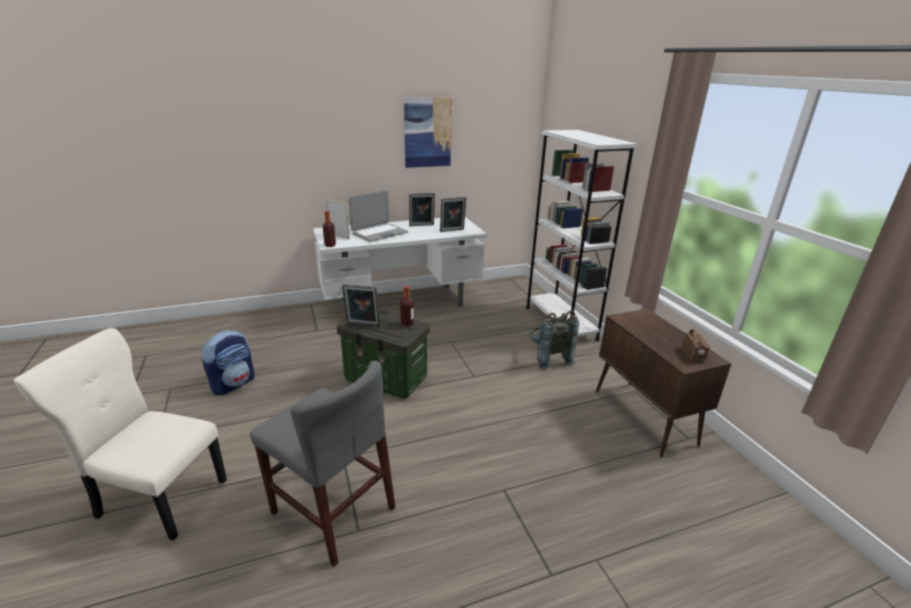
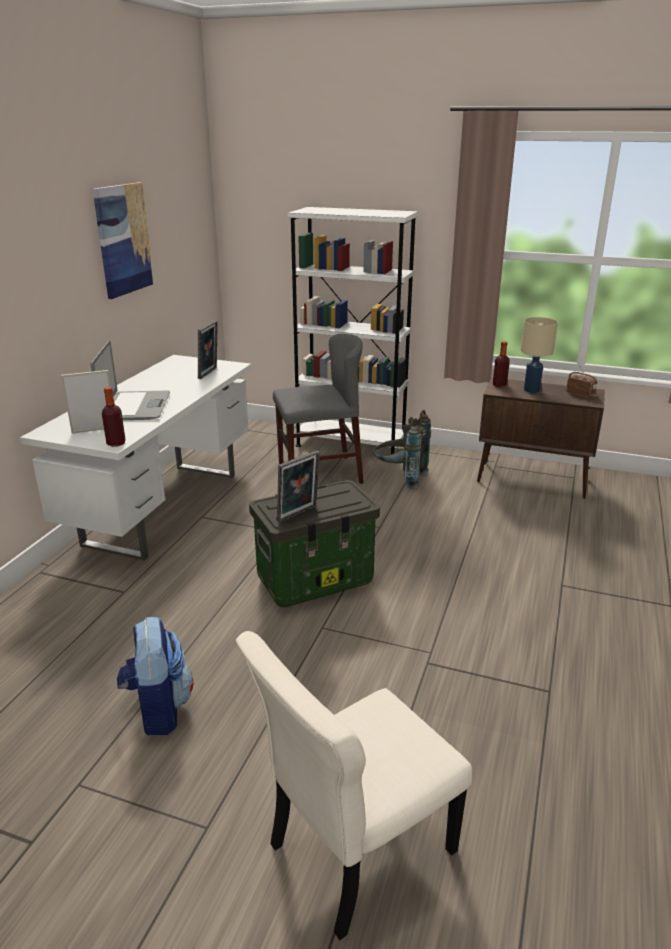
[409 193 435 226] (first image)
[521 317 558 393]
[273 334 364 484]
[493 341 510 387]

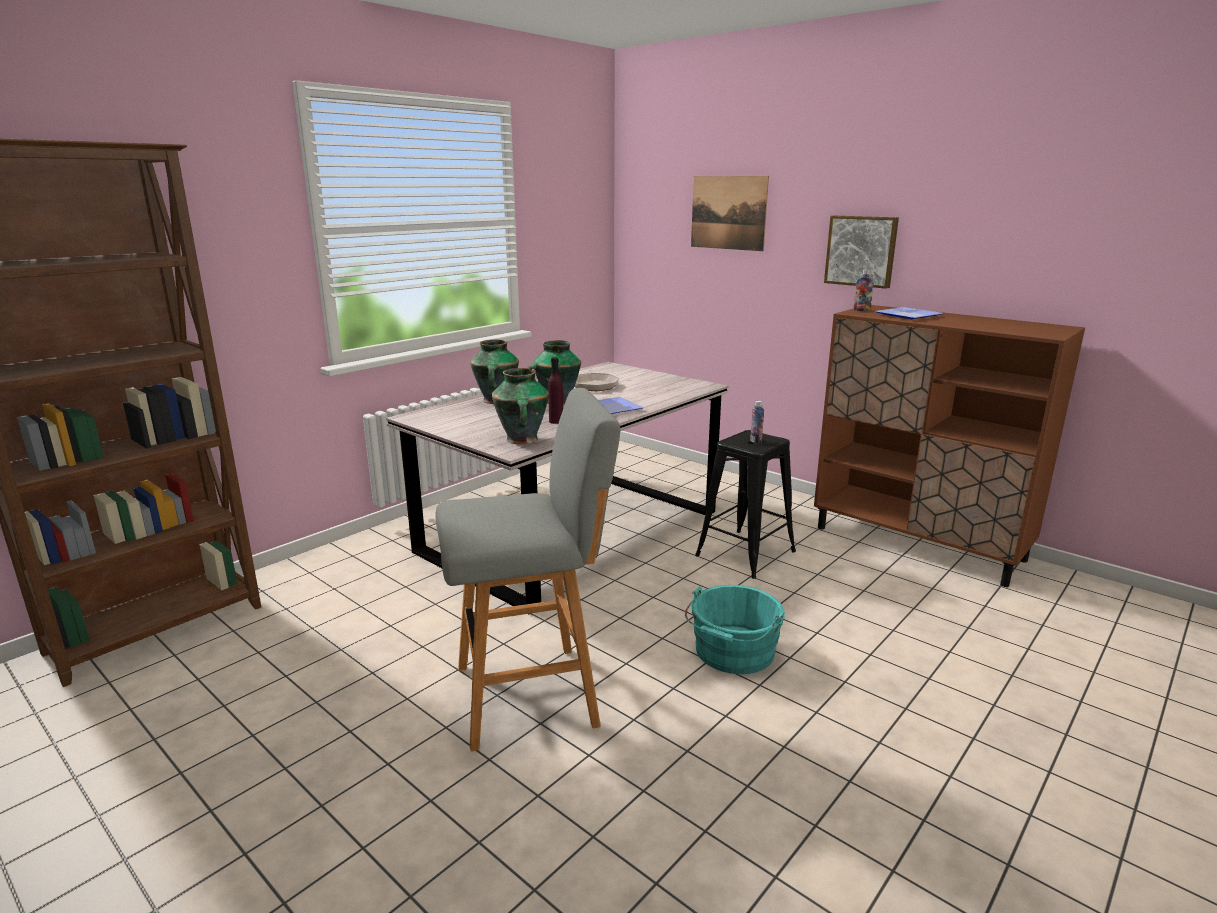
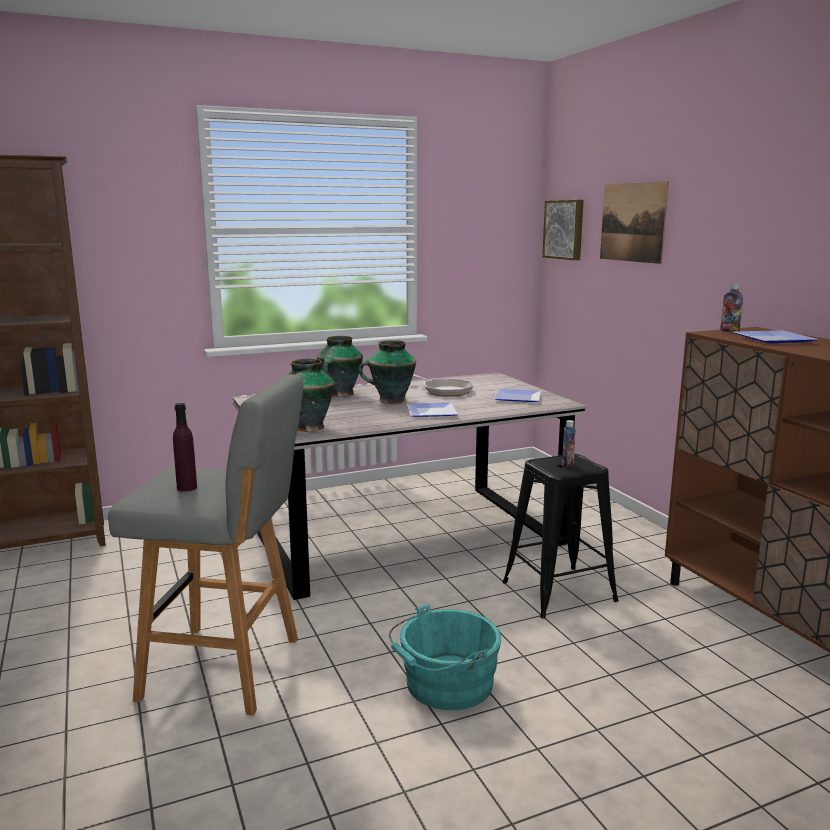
[495 389 541 402]
[173 403 197 492]
[542 200 584 260]

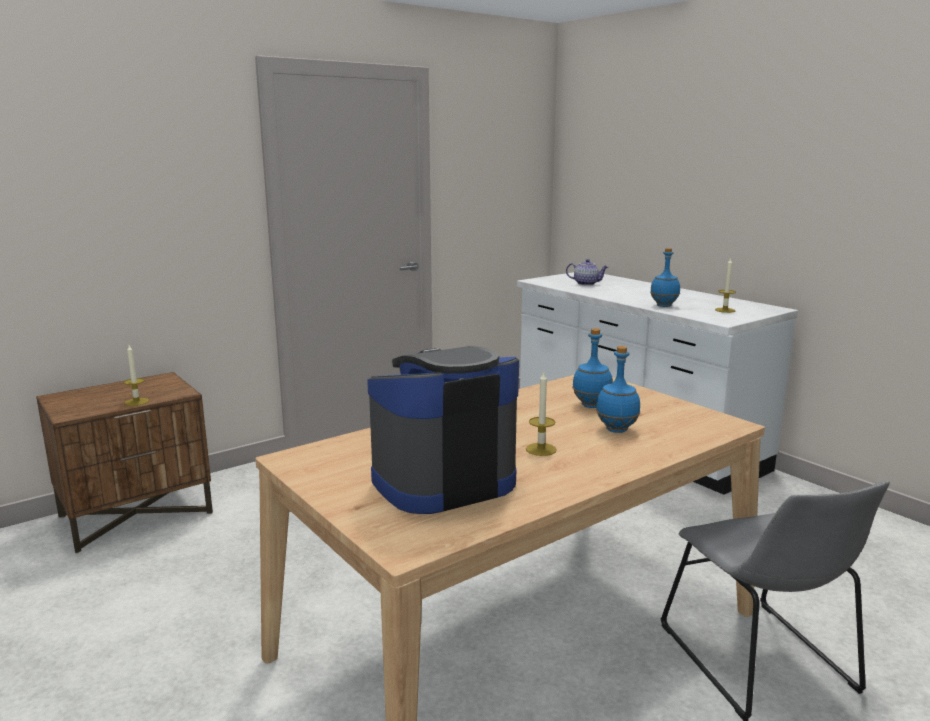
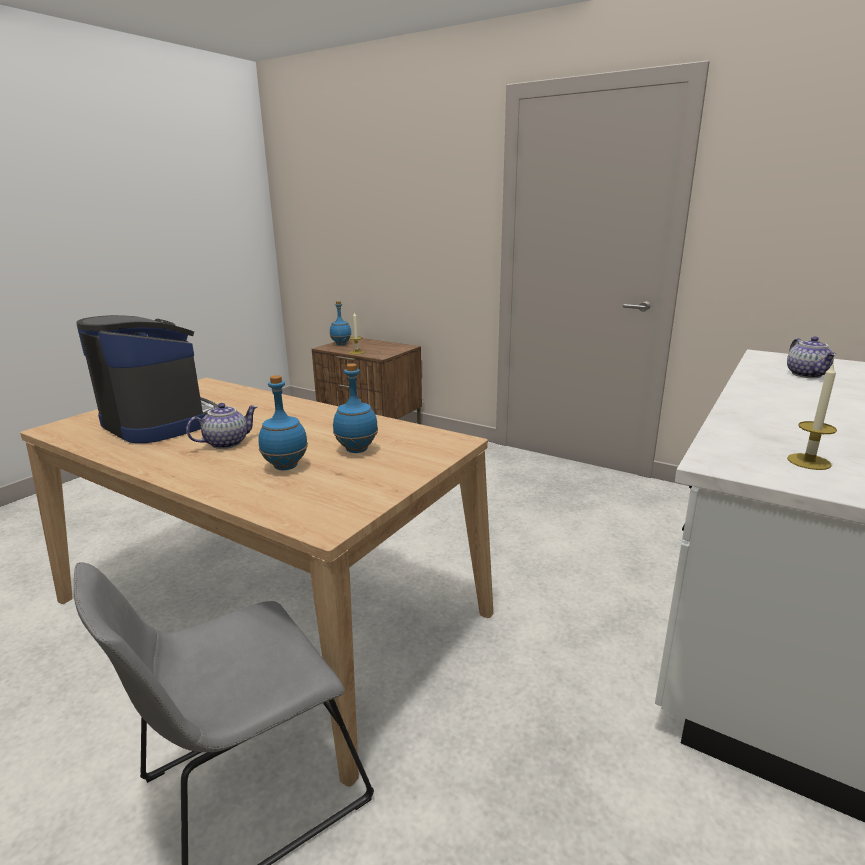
[330 301 352 345]
[186 403 257 449]

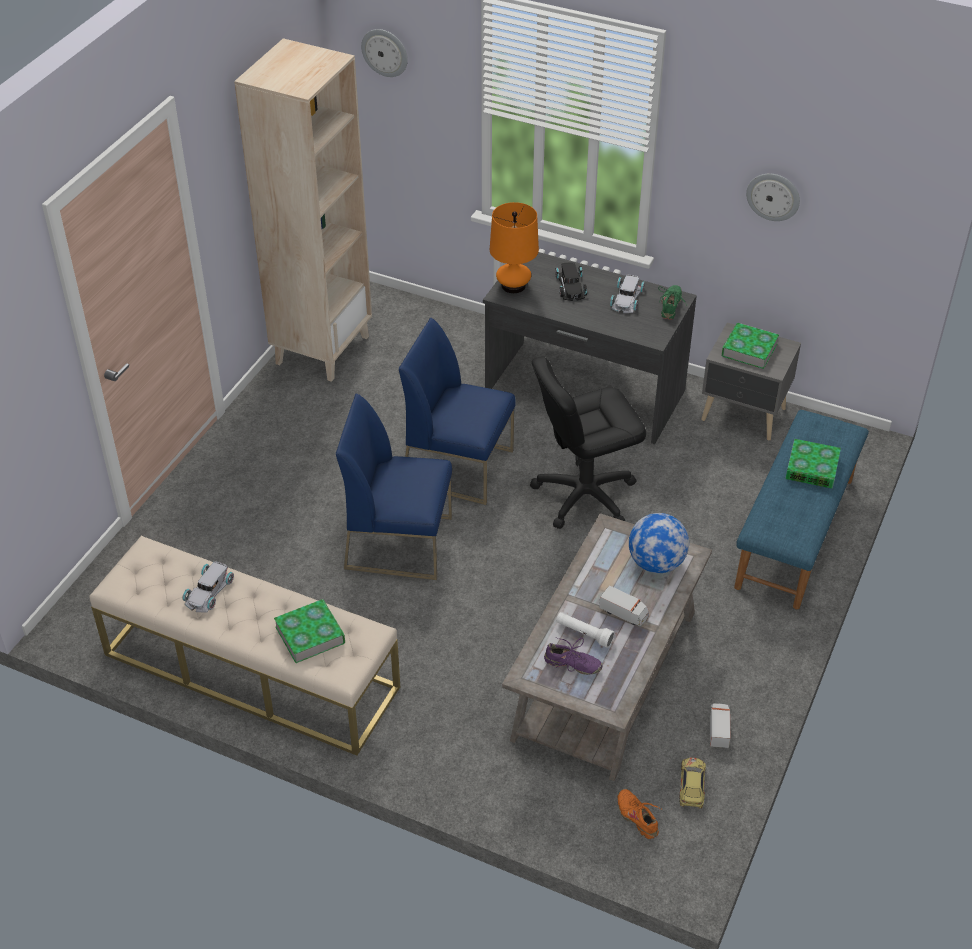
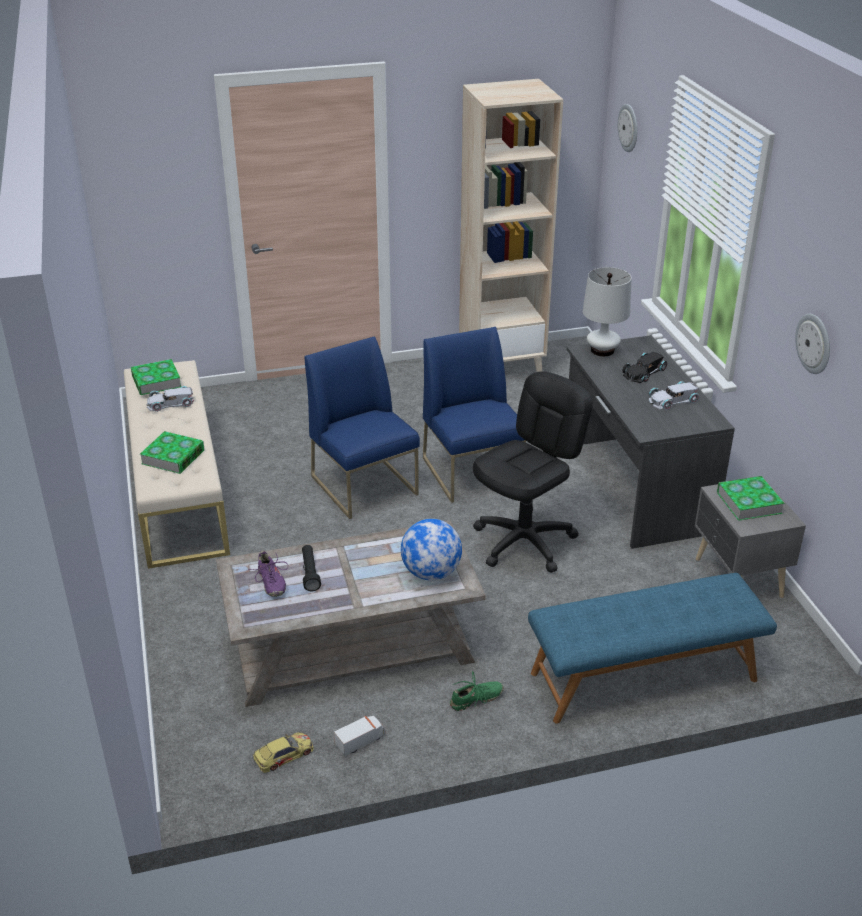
[599 585 649 627] (first image)
[618 789 661 839] (first image)
[450 671 504 711]
[131 359 182 395]
[583 267 632 356]
[302 545 321 591]
[473 371 593 573]

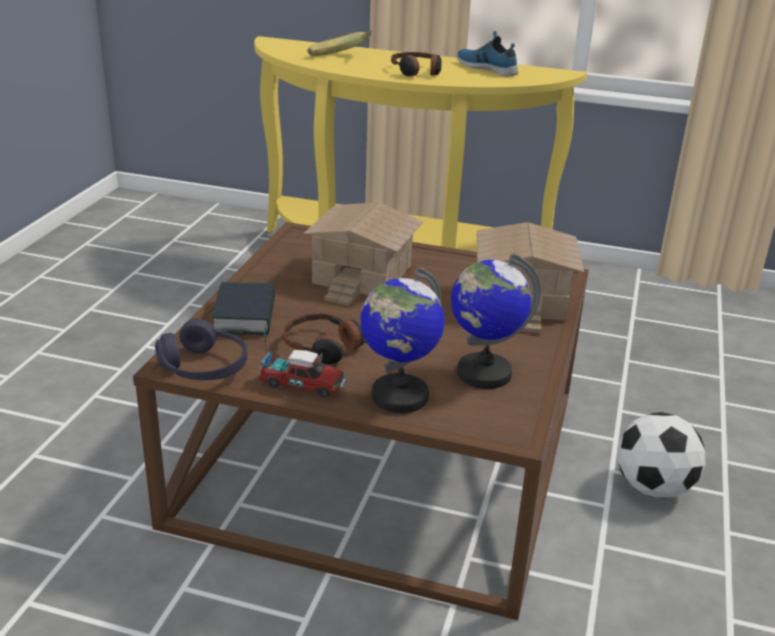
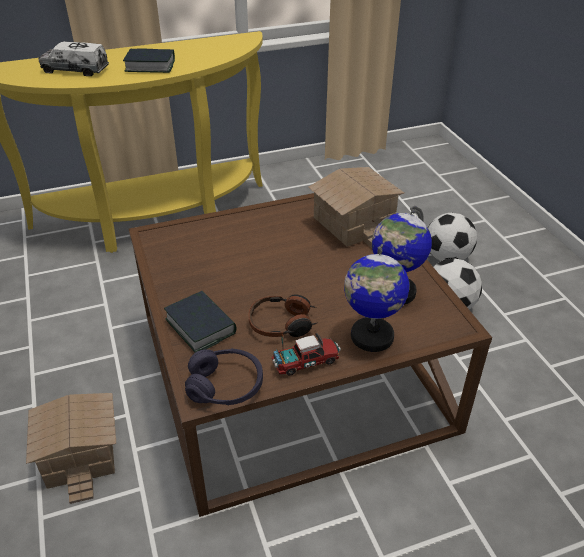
[457 31 518 76] (first image)
[428 213 477 261]
[26 393 116 504]
[38 41 109 76]
[123 48 175 73]

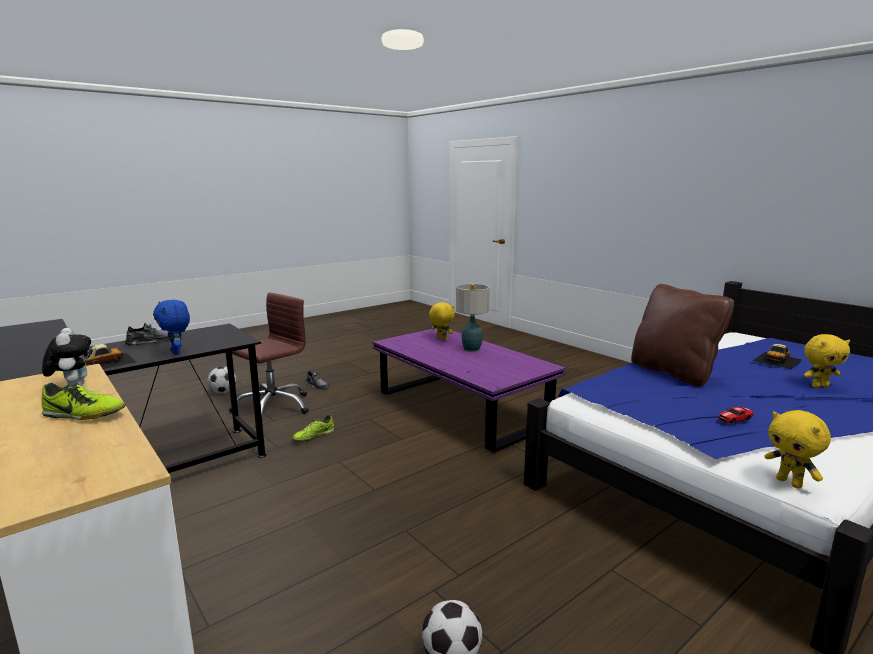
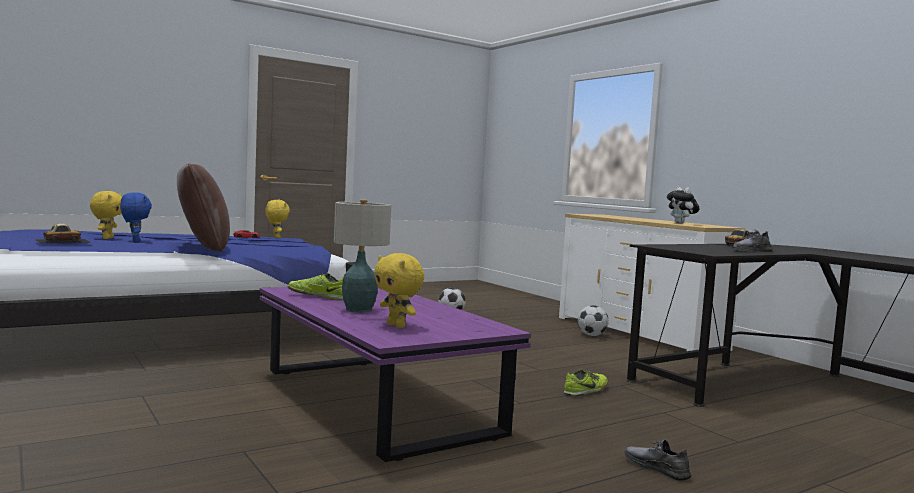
[229 292 309 417] (first image)
[288 273 344 300]
[120 192 152 243]
[578 305 609 336]
[90 191 122 239]

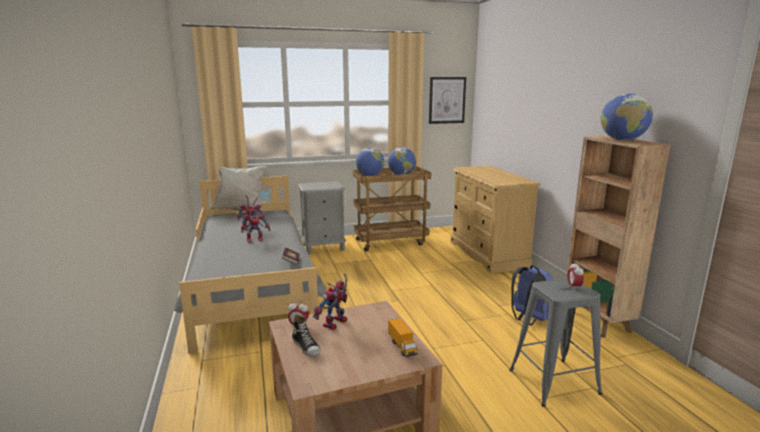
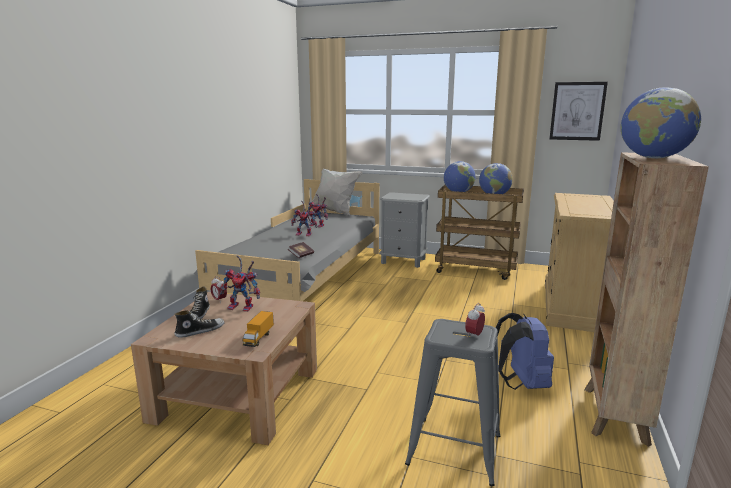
[175 310 225 338]
[220 255 260 312]

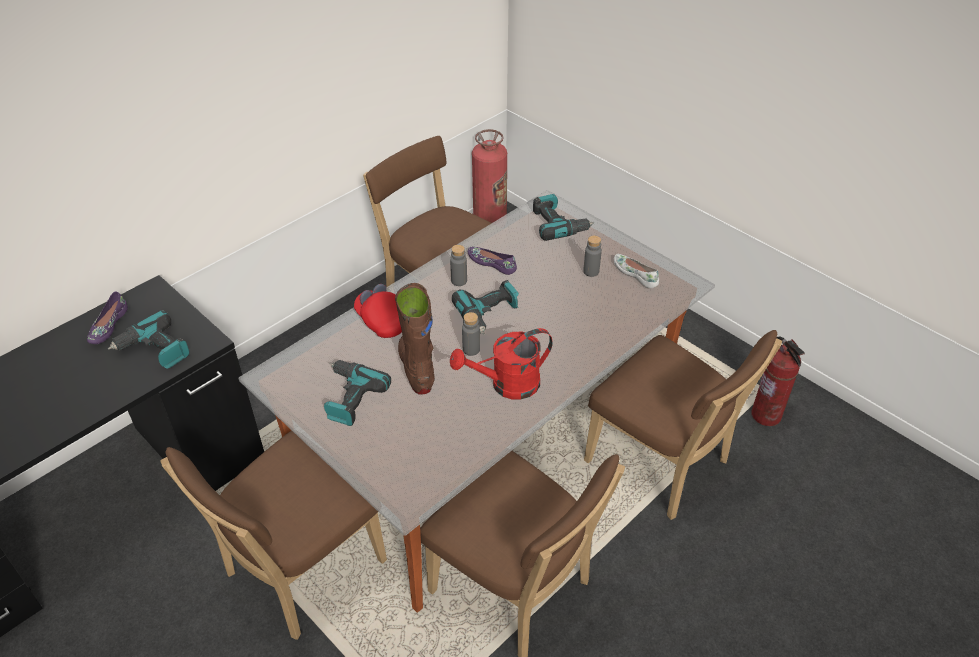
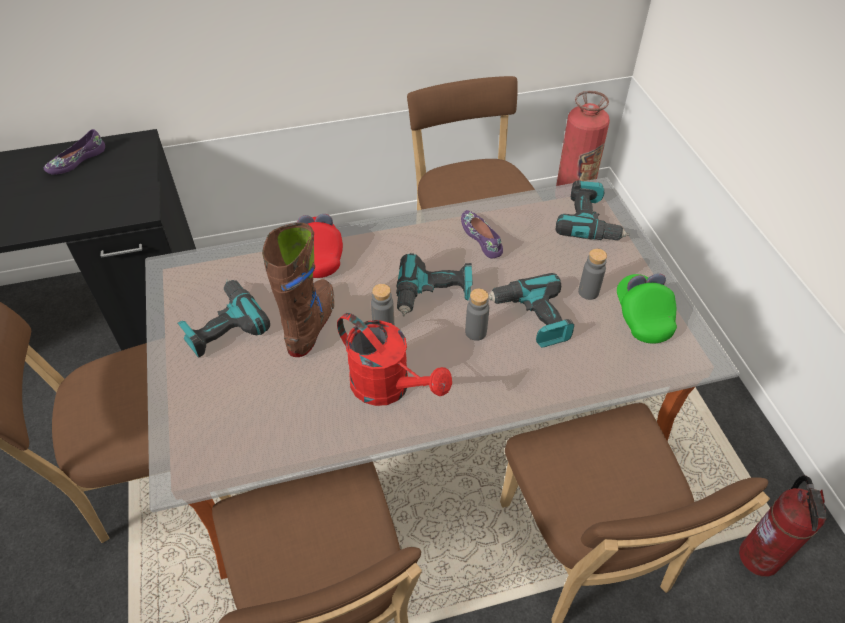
[488 273 574 348]
[465 288 489 341]
[617 274 677 344]
[337 313 452 406]

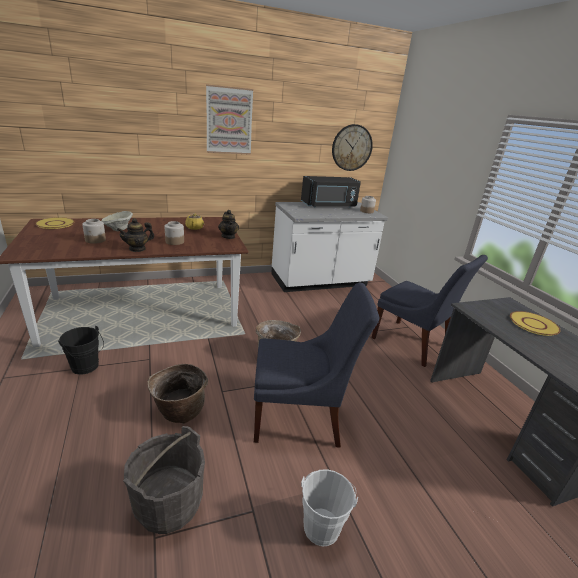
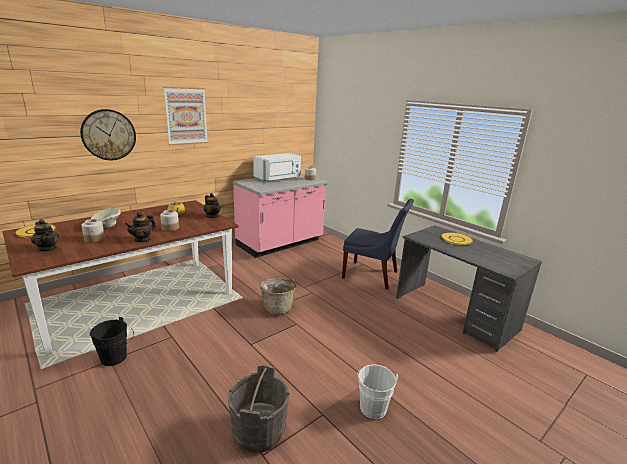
[147 364 208 424] (first image)
[254 282 380 447] (first image)
[31 219 59 251]
[80 109 136 160]
[233 173 329 258]
[253 153 301 181]

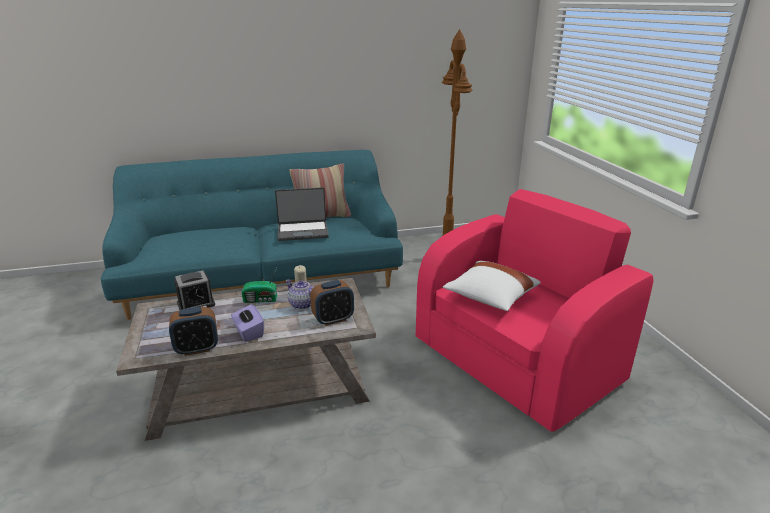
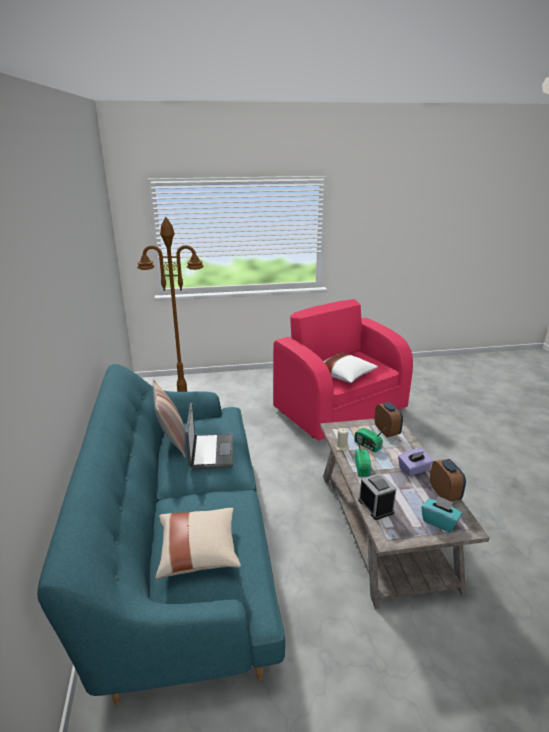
[155 508 241 579]
[421 496 462 532]
[354 428 384 452]

